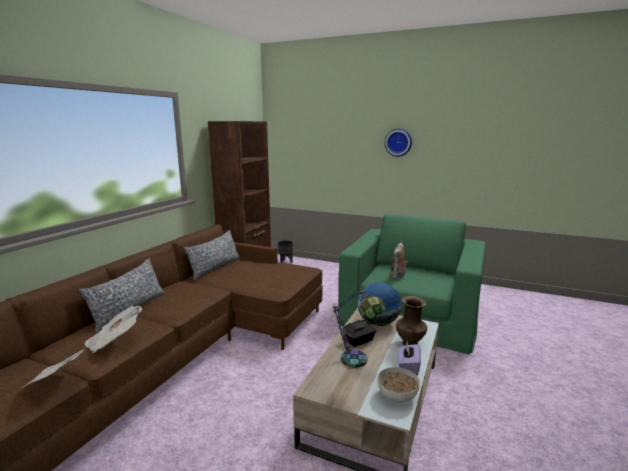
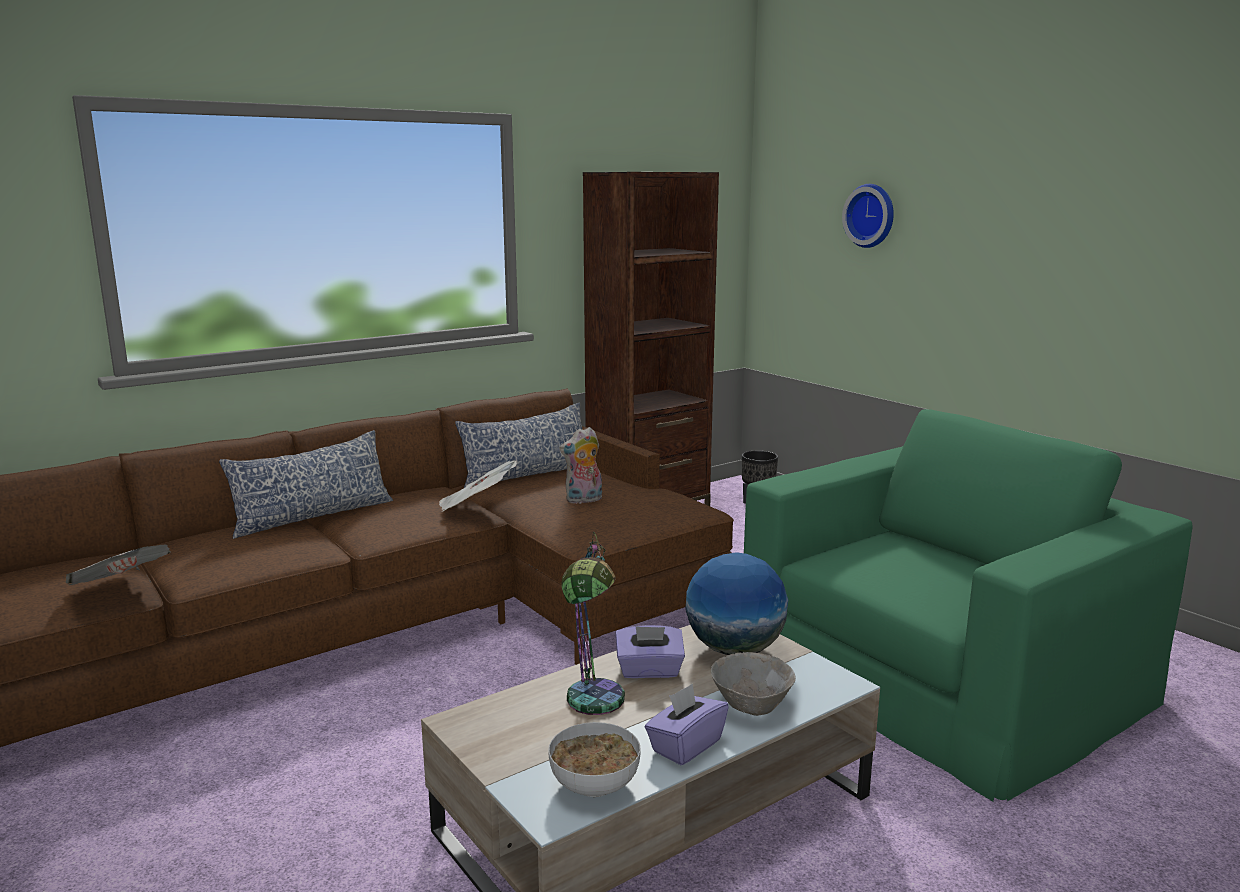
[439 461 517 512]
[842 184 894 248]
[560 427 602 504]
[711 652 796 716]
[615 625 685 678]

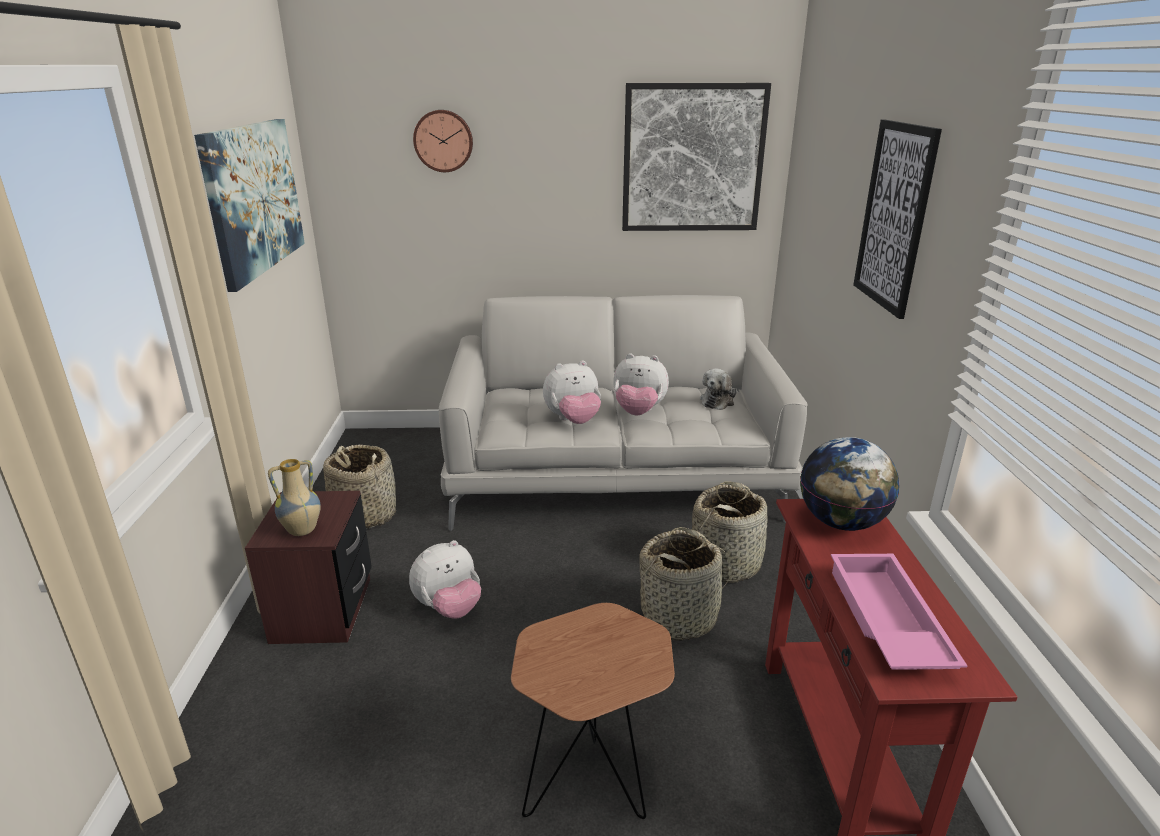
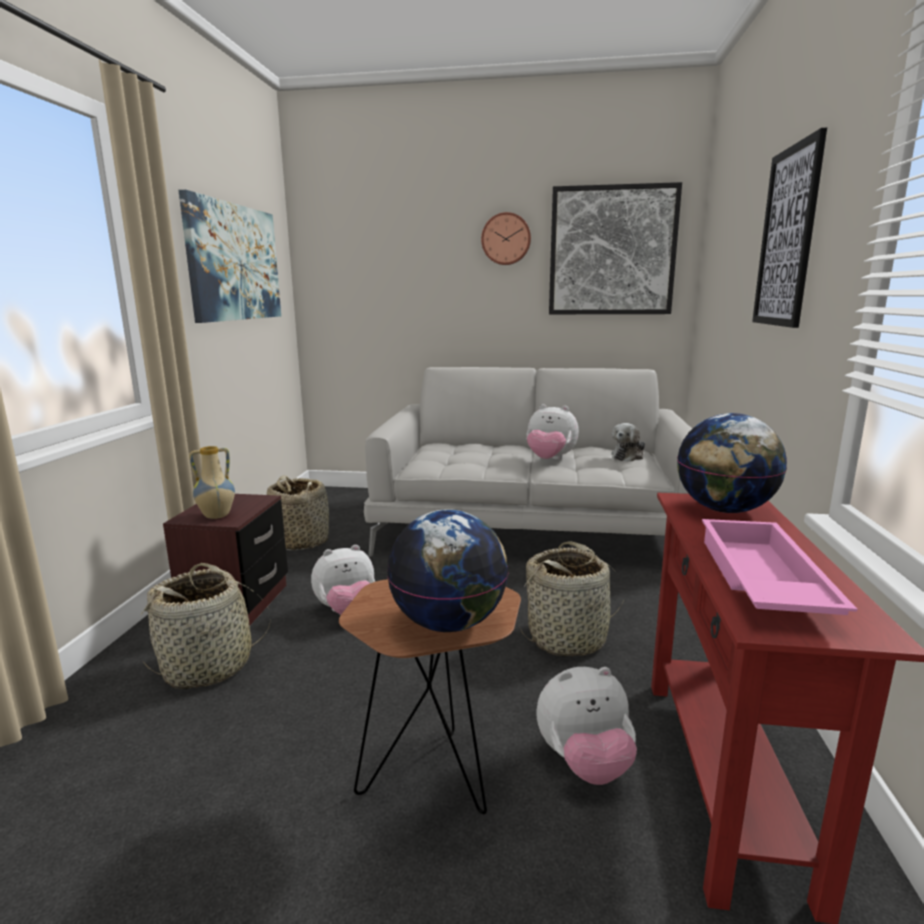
[387 509 508 632]
[481 212 531 265]
[536 667 637 785]
[140 563 271 689]

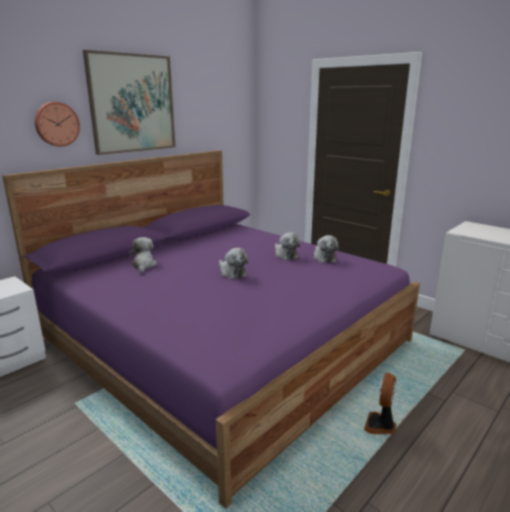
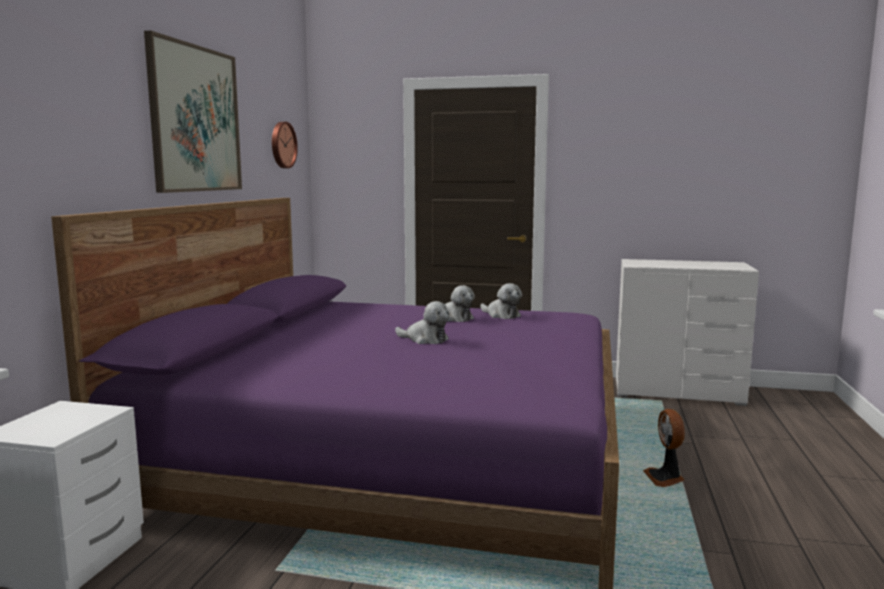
[129 237 157 273] (first image)
[272 122 298 168]

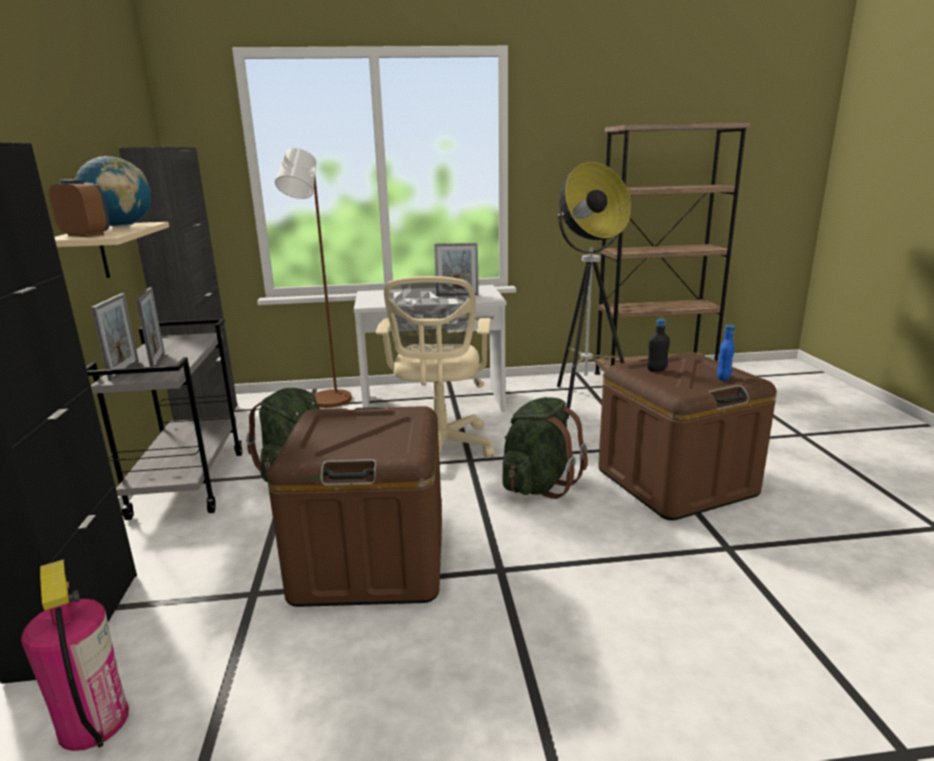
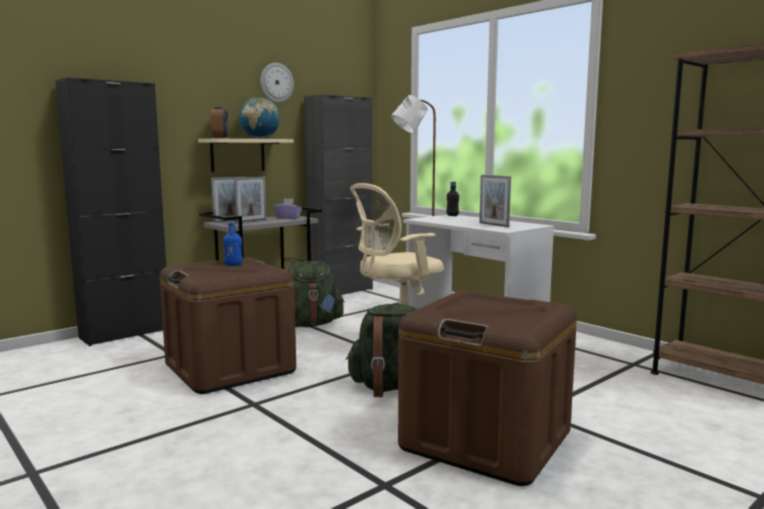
[21 559 129 751] (first image)
[557 162 631 419] (first image)
[260 63 294 103]
[273 198 302 219]
[446 182 459 216]
[223 221 243 266]

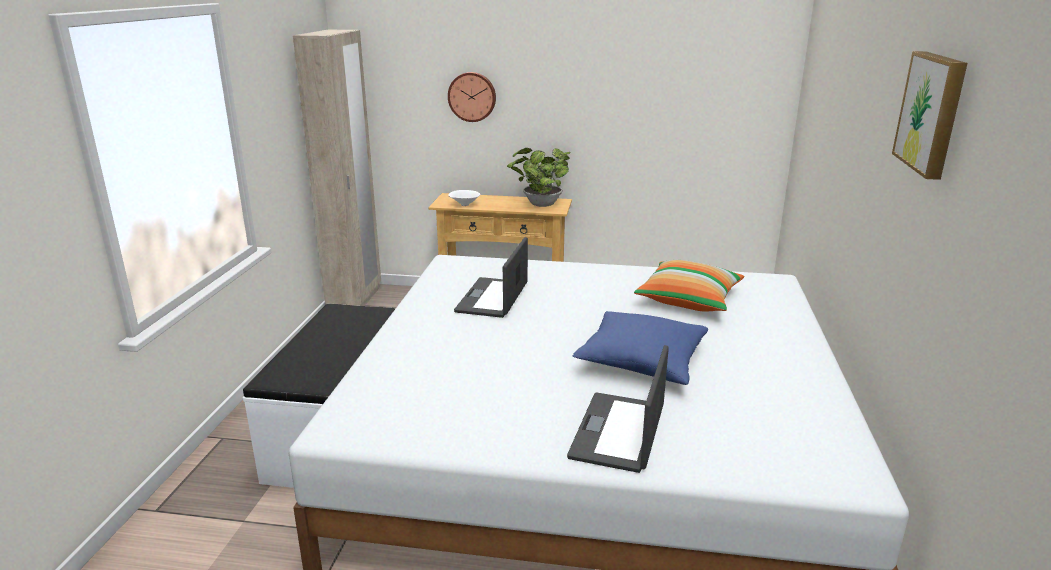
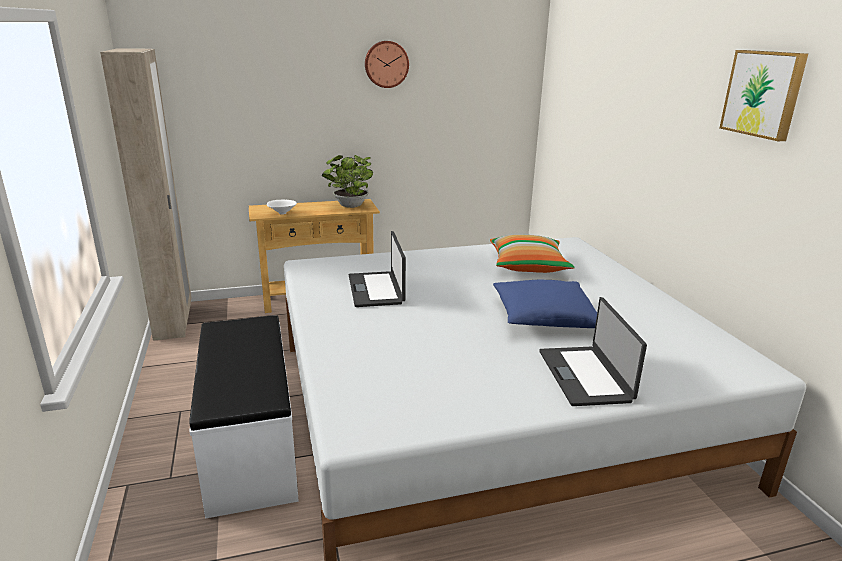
[365 41 409 88]

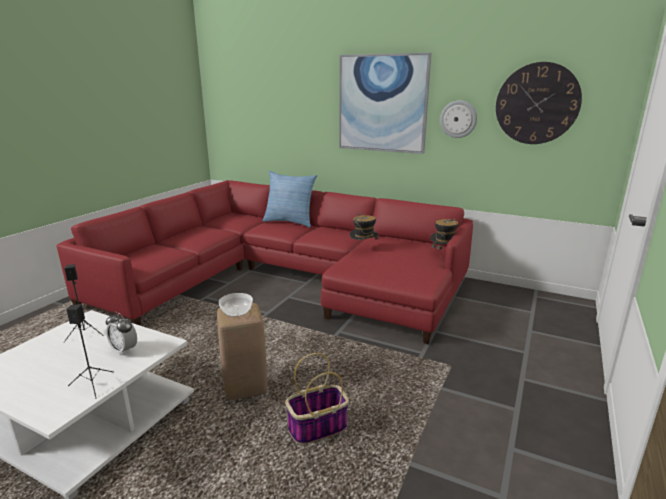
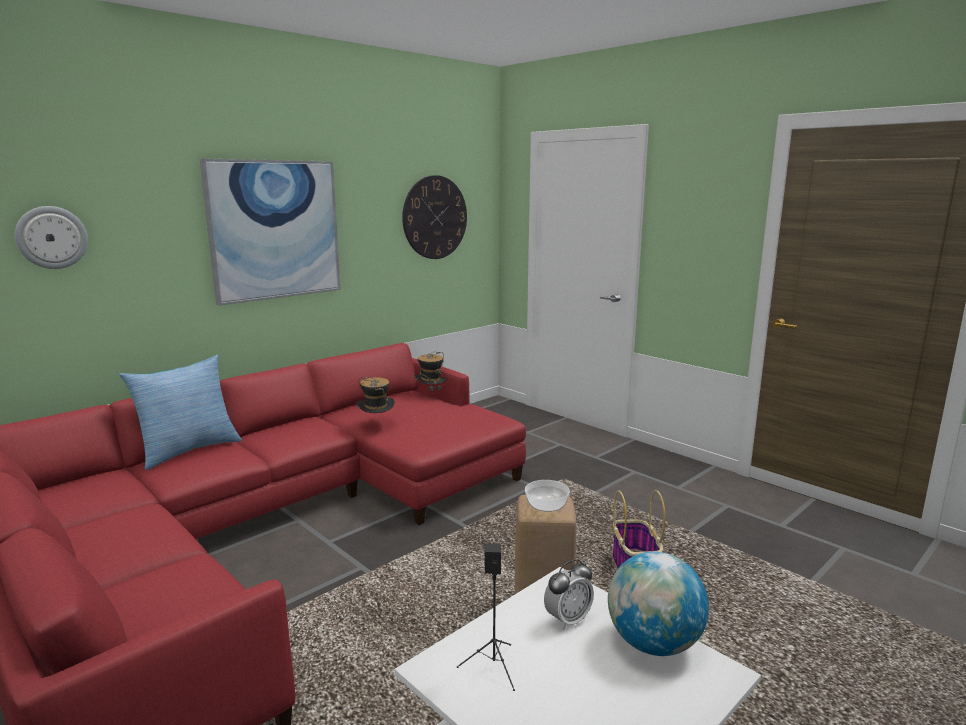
[15 206 88 269]
[608 552 709 656]

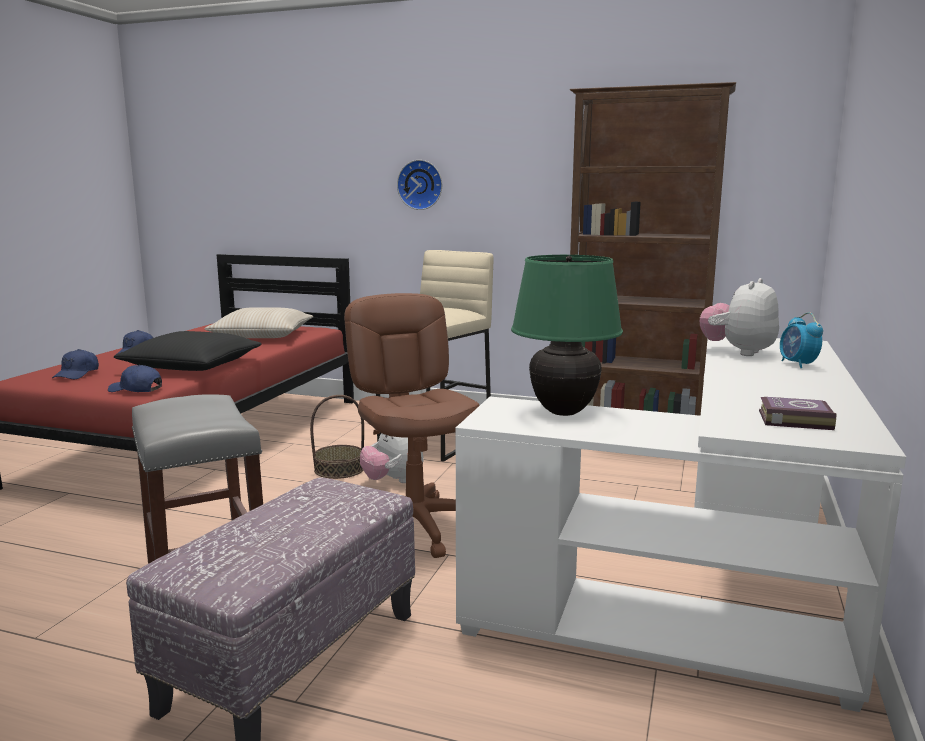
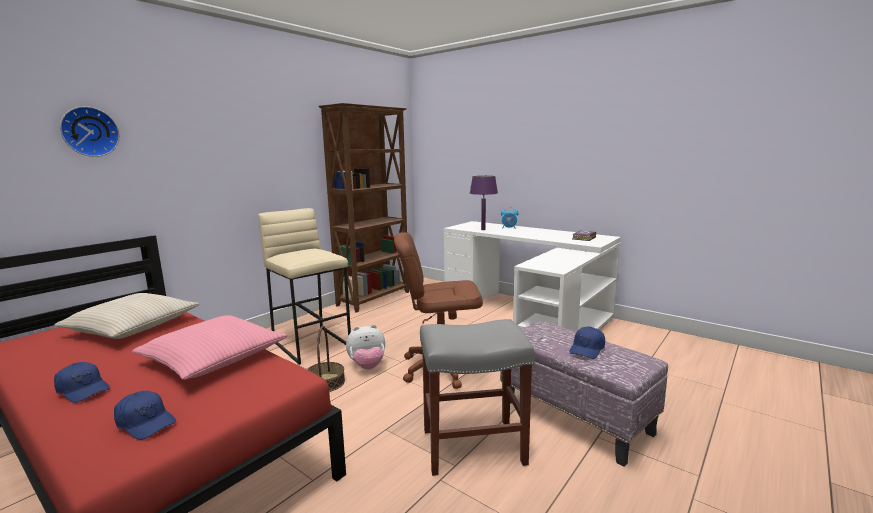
[511 255 623 416] (first image)
[569 327 605 359]
[60 106 120 157]
[470 176 498 230]
[132 315 288 380]

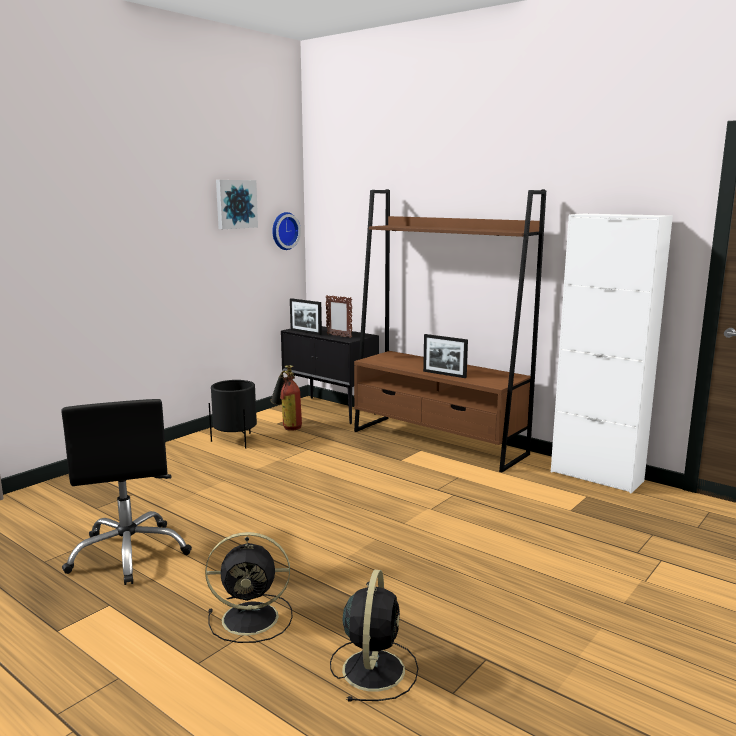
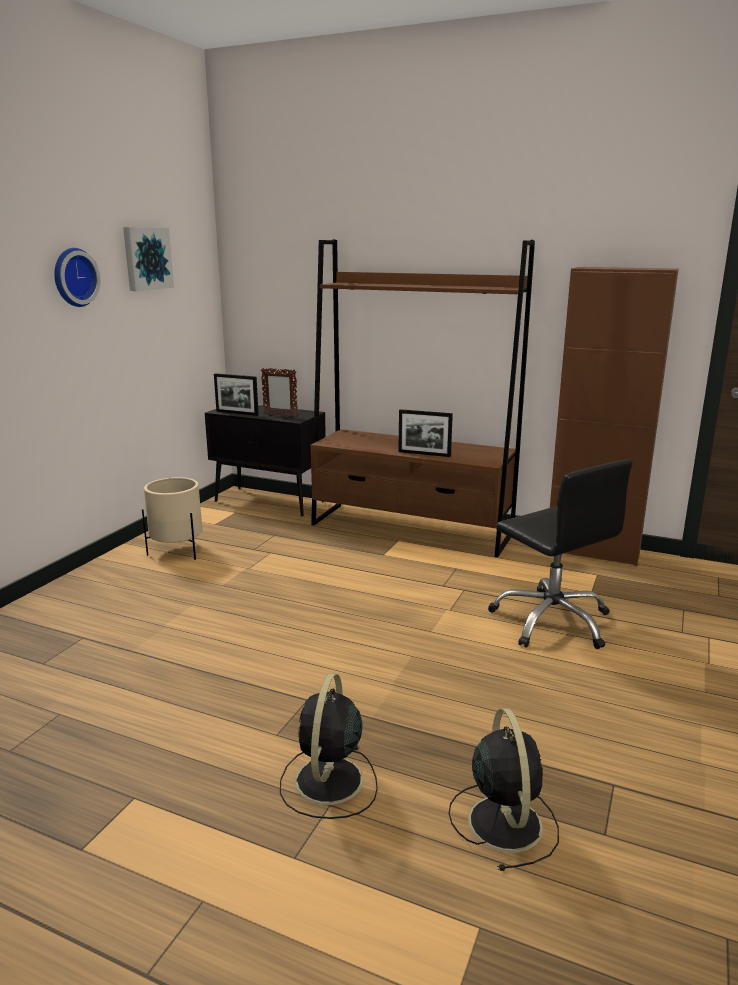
[270 365 302 431] (first image)
[488 459 633 649]
[54 248 101 307]
[142 477 203 560]
[550 267 679 566]
[280 673 378 819]

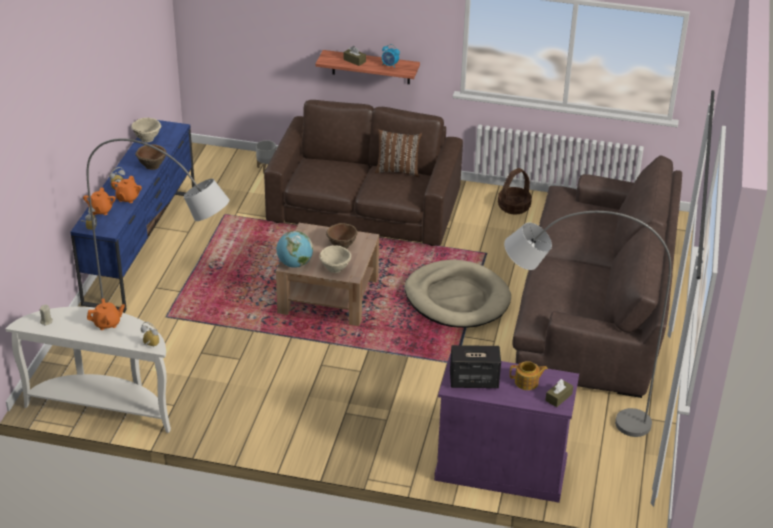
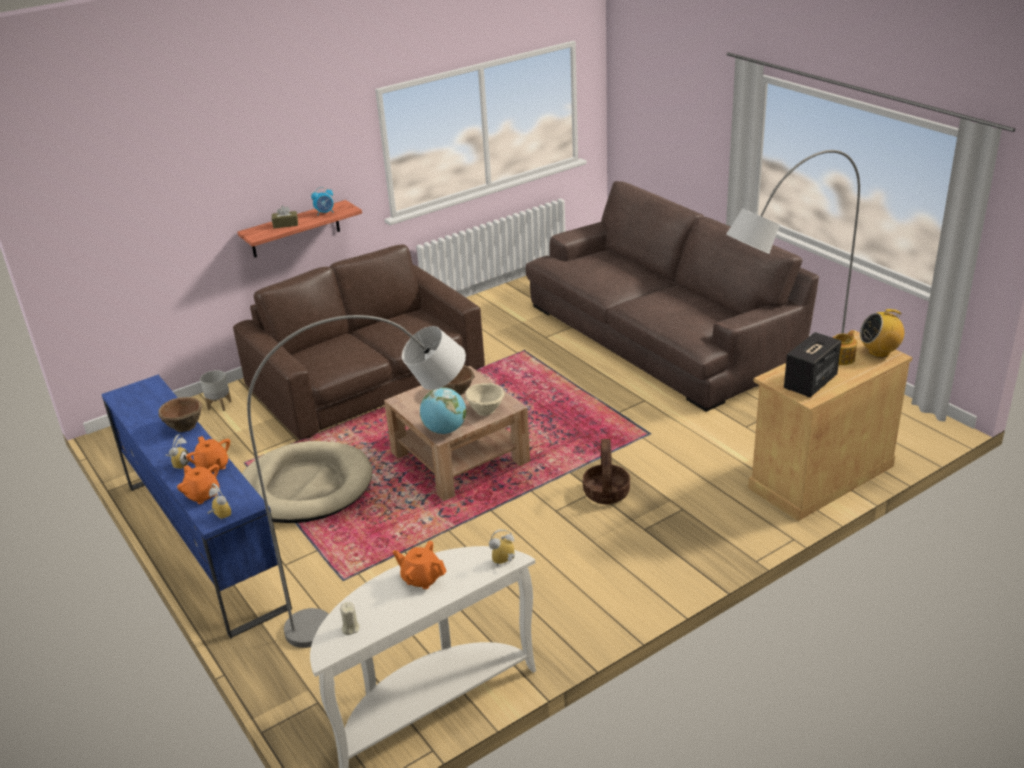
[131 118 161 142] (first image)
[375 129 422 177] (first image)
[242 441 372 523]
[583 439 630 504]
[860 309 904 358]
[748 330 912 521]
[393 541 447 589]

